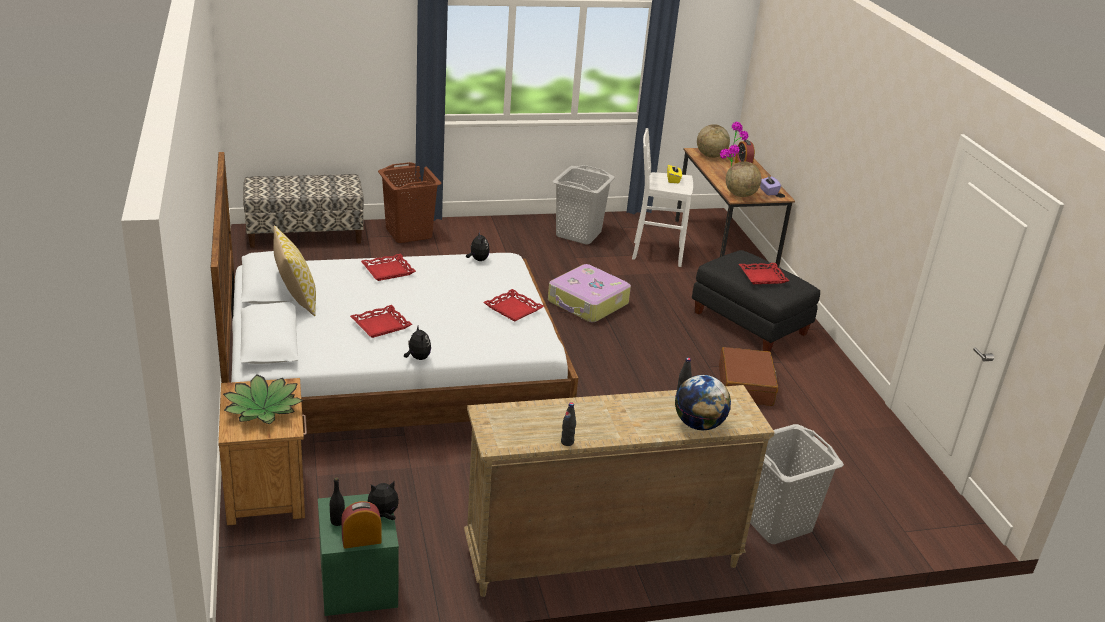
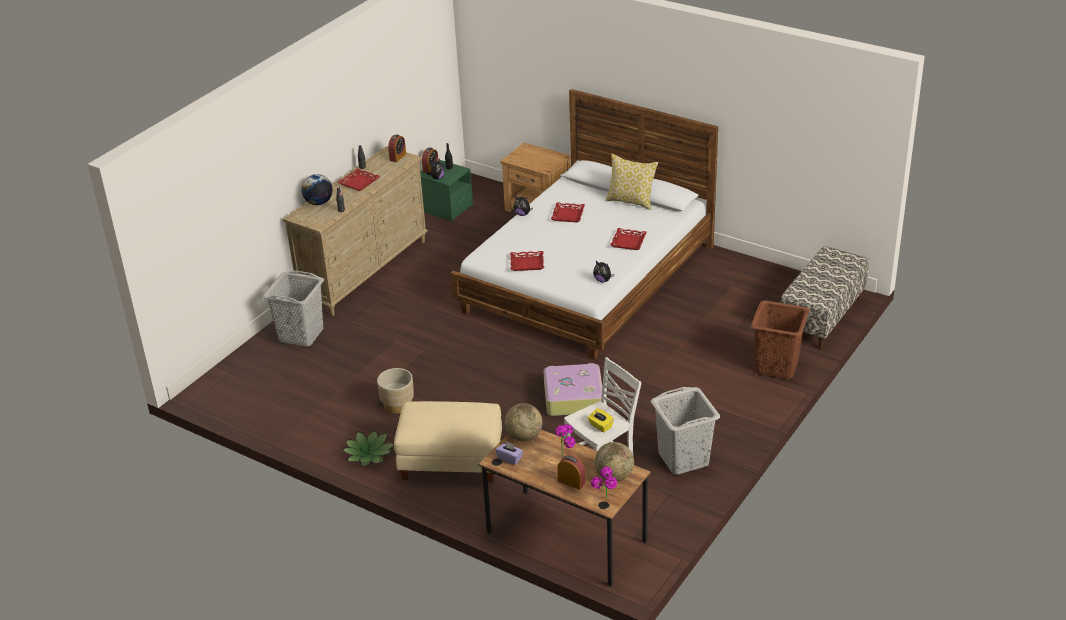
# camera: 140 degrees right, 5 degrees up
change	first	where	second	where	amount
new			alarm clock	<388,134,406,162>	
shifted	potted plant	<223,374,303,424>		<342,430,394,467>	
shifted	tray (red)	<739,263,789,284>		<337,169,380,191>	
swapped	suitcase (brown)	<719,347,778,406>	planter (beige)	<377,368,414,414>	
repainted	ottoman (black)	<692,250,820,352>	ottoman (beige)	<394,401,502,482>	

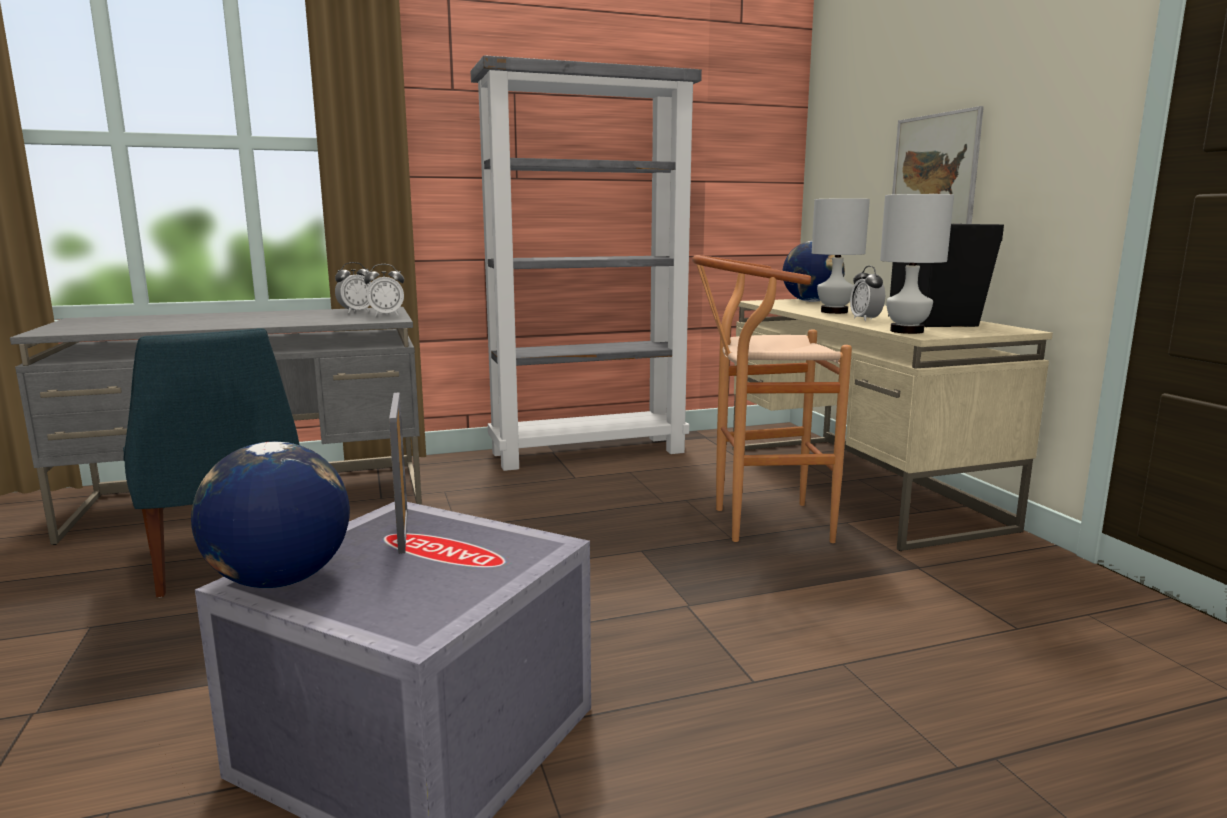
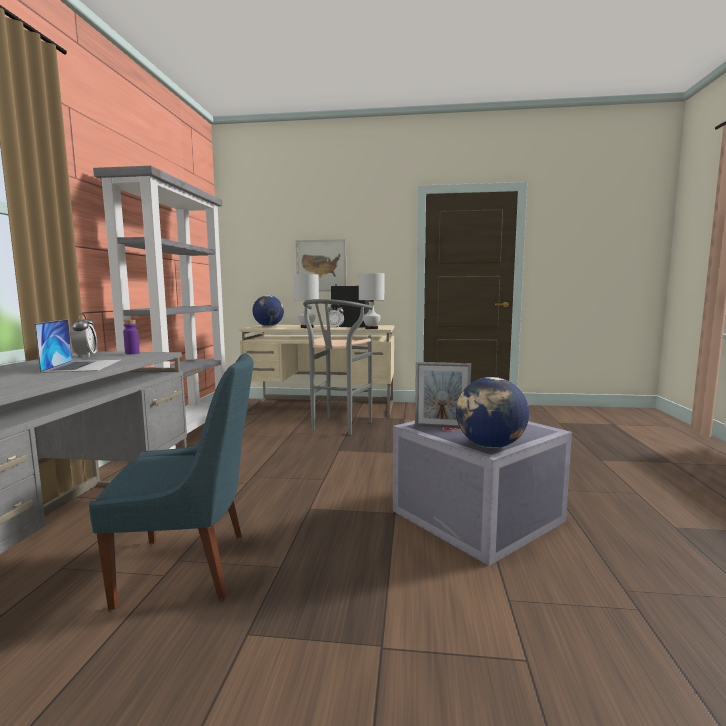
# camera: 65 degrees left, 5 degrees down
change	first	where	second	where	amount
new			laptop	<34,319,120,373>	
swapped	alarm clock	<364,264,404,316>	bottle (purple)	<123,320,140,354>	
repainted	stool (brown)	<692,255,852,543>	stool (grey)	<303,299,373,435>	

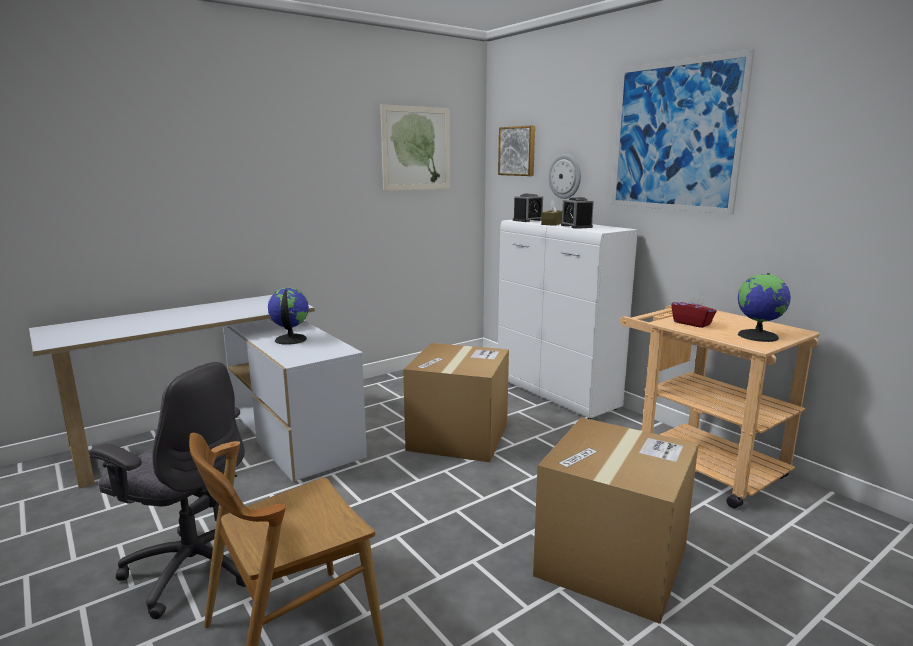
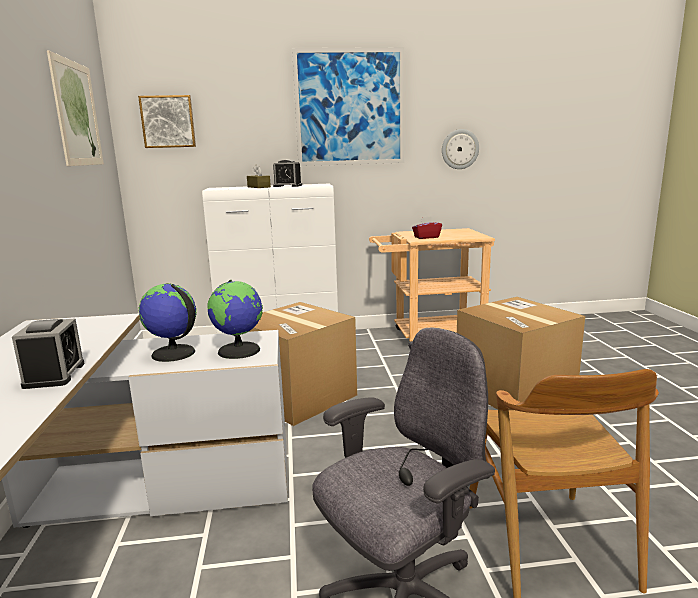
# camera: 60 degrees left, 0 degrees up
change	first	where	second	where	amount
shifted	alarm clock	<513,194,543,222>		<12,318,84,389>	
shifted	wall clock	<548,154,581,199>		<442,129,479,169>	
shifted	globe	<738,273,791,342>		<207,280,263,359>	

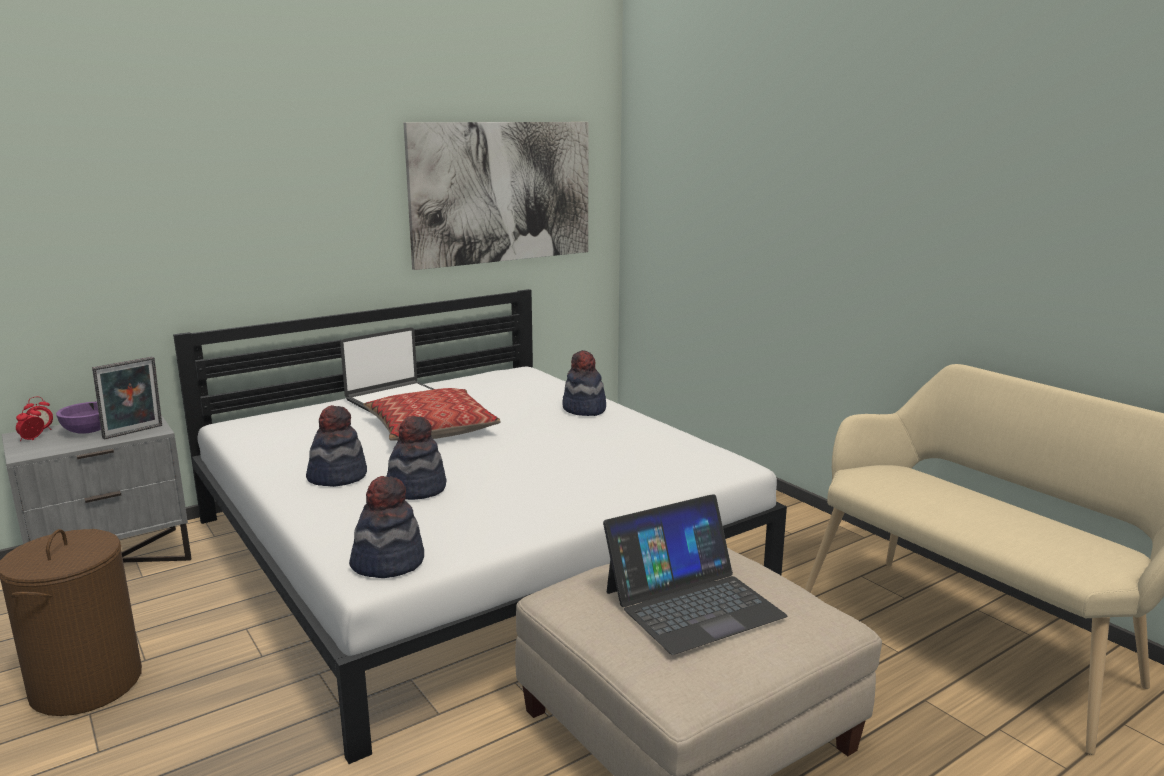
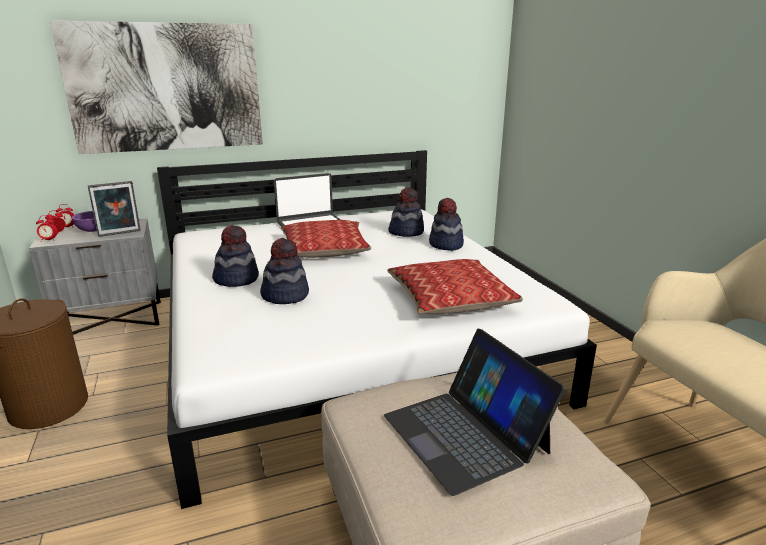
# camera: 15 degrees right, 5 degrees up
change	first	where	second	where	amount
new			alarm clock	<36,215,58,241>	
new			pillow	<387,259,523,314>	
shifted	hat	<349,476,424,578>		<388,188,424,237>	
shifted	picture	<404,122,589,270>		<50,21,263,154>	
rotated	laptop	<603,494,787,655>		<384,329,566,496>	75 degrees clockwise

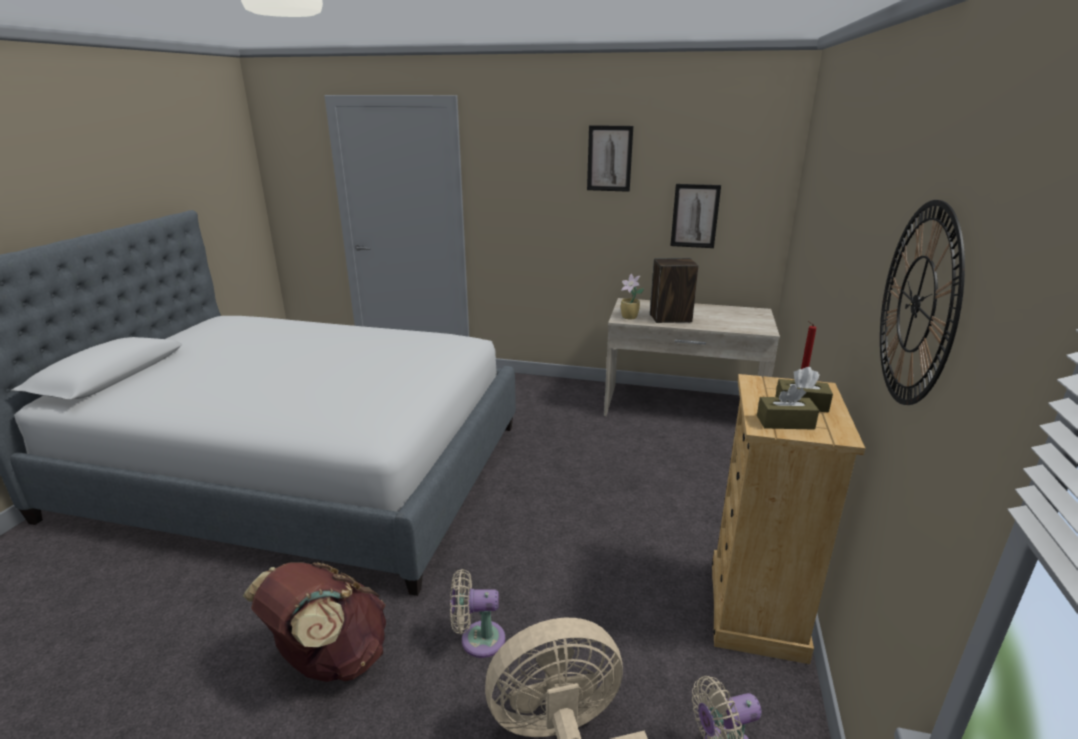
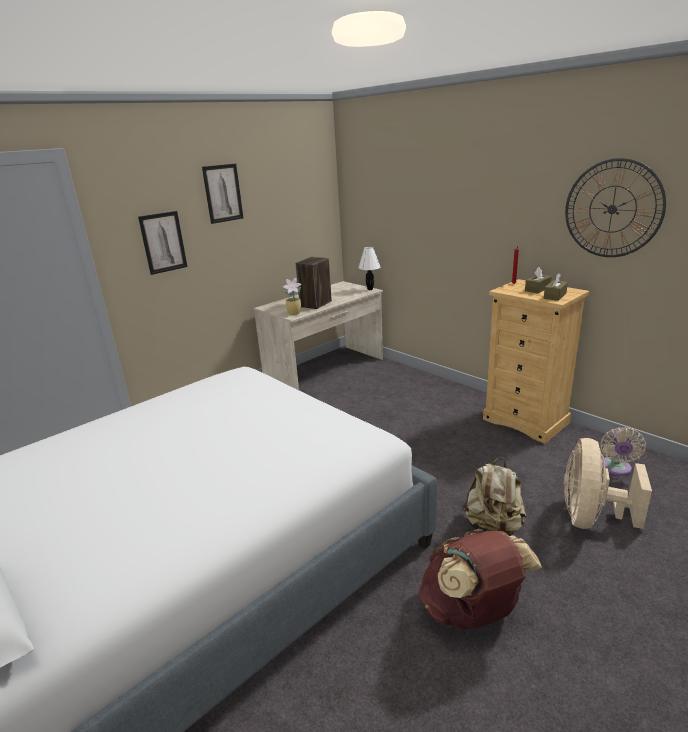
# camera: 55 degrees left, 0 degrees up
change	first	where	second	where	amount
new			table lamp (white)	<358,247,380,290>	
shifted	picture	<670,184,721,248>		<138,211,187,275>	
swapped	fan (beige)	<450,569,505,658>	backpack (beige)	<462,457,527,535>	

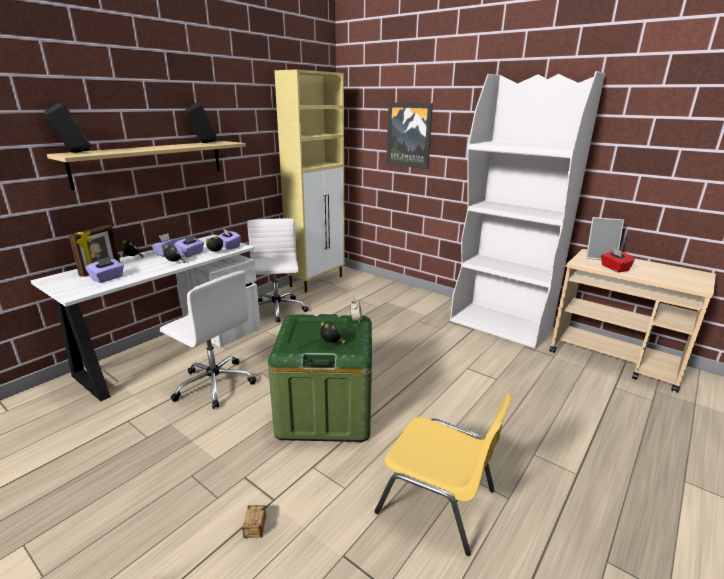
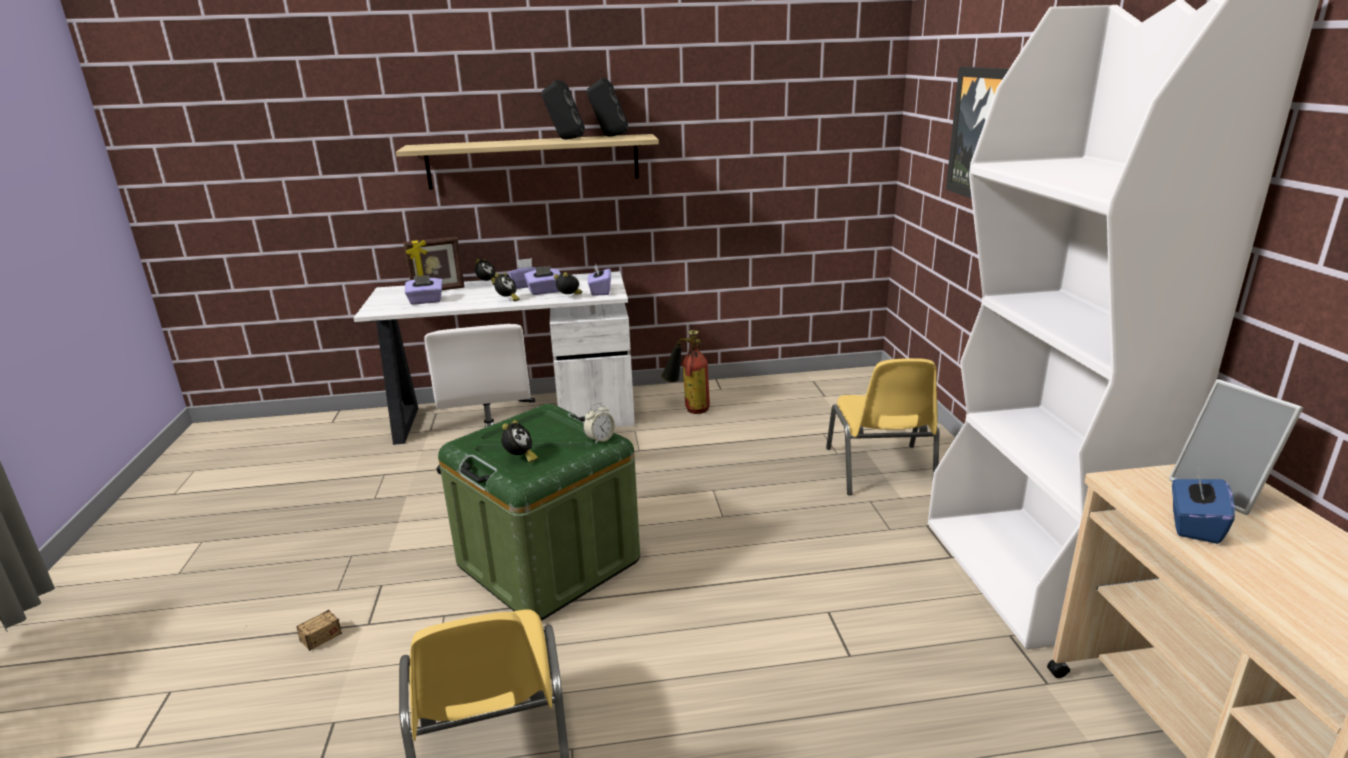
# camera: 45 degrees right, 0 degrees up
change	first	where	second	where	amount
gone	cabinet (beige)	<274,69,345,292>			
new			chair (yellow)	<826,358,939,495>	
shifted	speaker (black)	<45,102,92,153>		<542,80,585,140>	
swapped	office chair (white)	<247,218,309,323>	fire extinguisher	<661,330,710,414>	
repainted	tissue box (red)	<601,247,635,272>	tissue box (blue)	<1172,472,1235,544>	

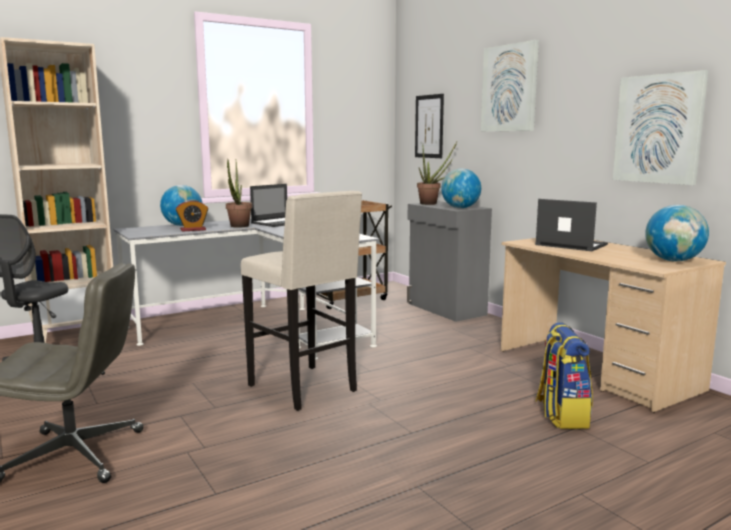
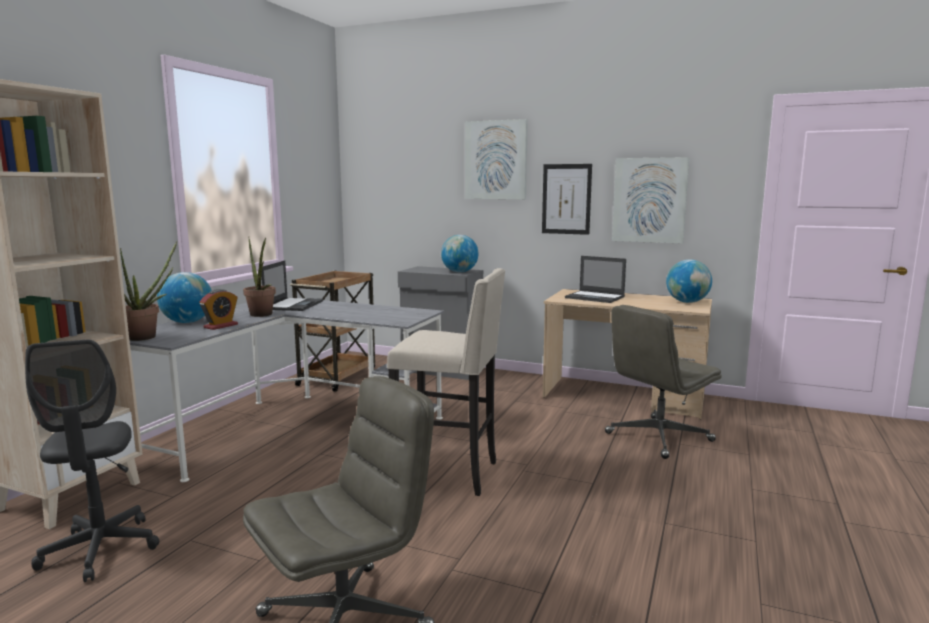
# camera: 35 degrees left, 0 degrees up
change	first	where	second	where	amount
shifted	picture	<415,94,444,158>		<542,164,592,235>	
shifted	potted plant	<417,142,457,205>		<120,241,177,341>	
swapped	backpack	<535,322,593,429>	office chair (grey)	<605,305,722,459>	
rotated	laptop	<535,199,608,251>		<565,256,626,303>	150 degrees counterclockwise

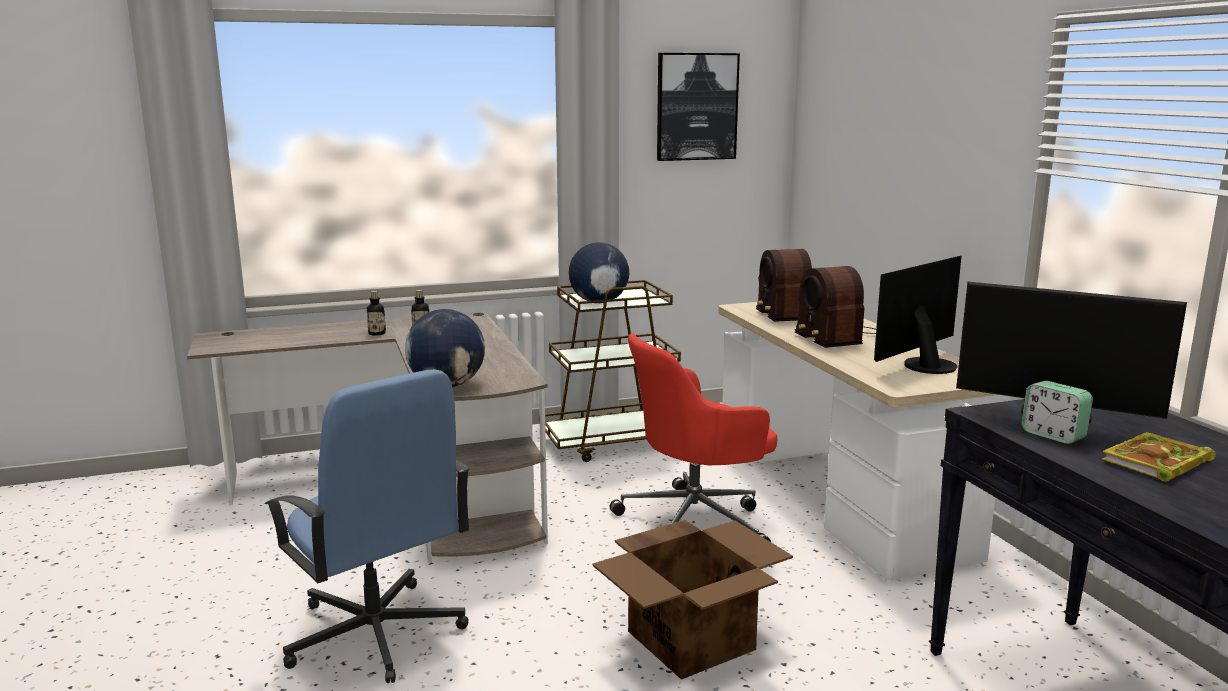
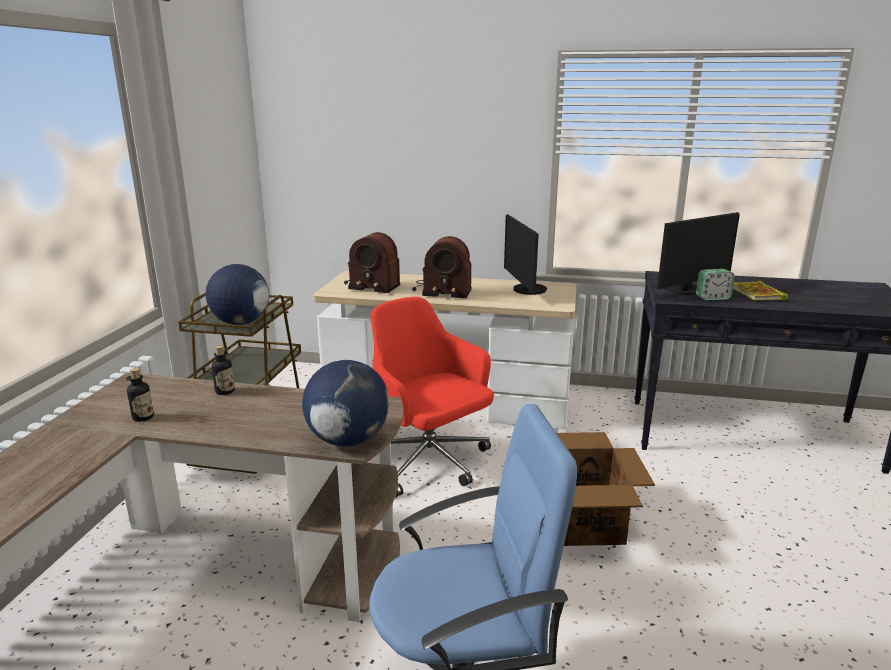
# camera: 60 degrees left, 5 degrees up
change	first	where	second	where	amount
gone	picture	<657,53,740,161>			
shifted	bottle	<367,291,386,336>		<212,345,235,395>	
rotated	office chair (red)	<610,334,778,542>		<371,297,494,498>	135 degrees clockwise

